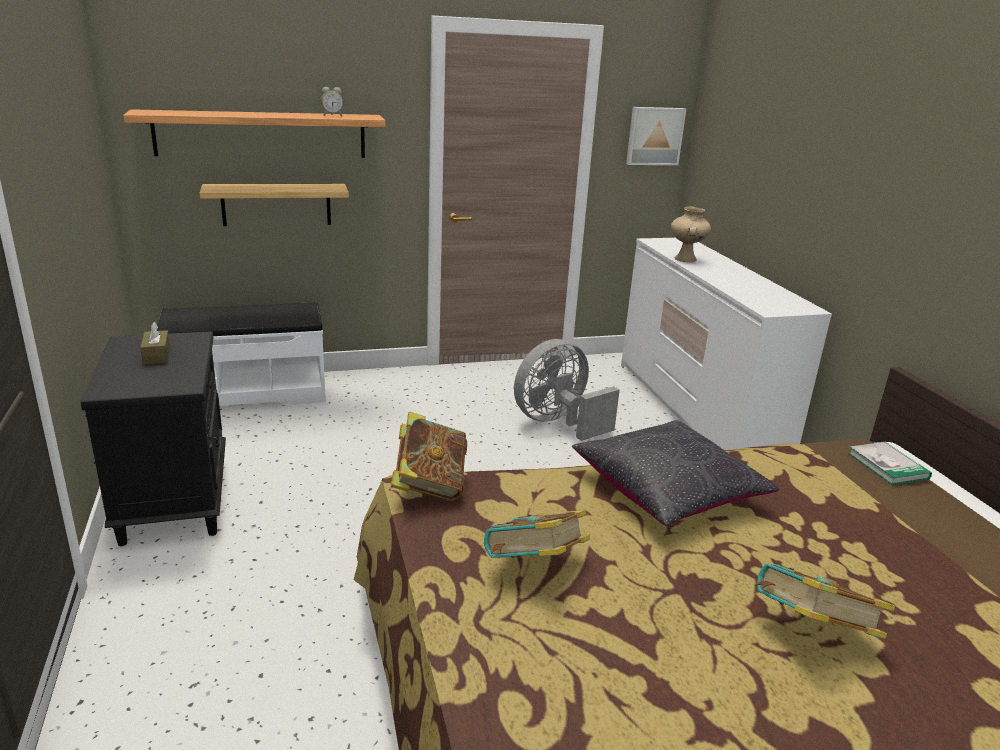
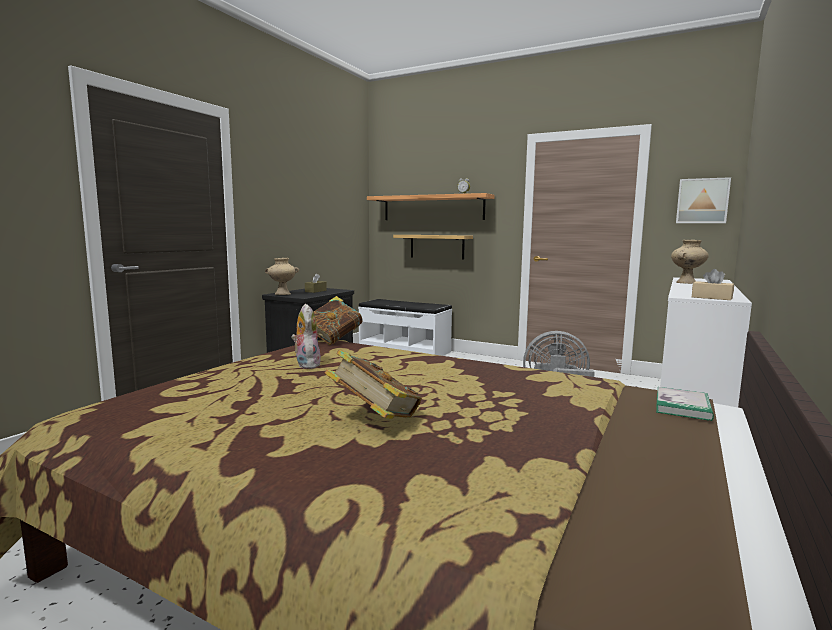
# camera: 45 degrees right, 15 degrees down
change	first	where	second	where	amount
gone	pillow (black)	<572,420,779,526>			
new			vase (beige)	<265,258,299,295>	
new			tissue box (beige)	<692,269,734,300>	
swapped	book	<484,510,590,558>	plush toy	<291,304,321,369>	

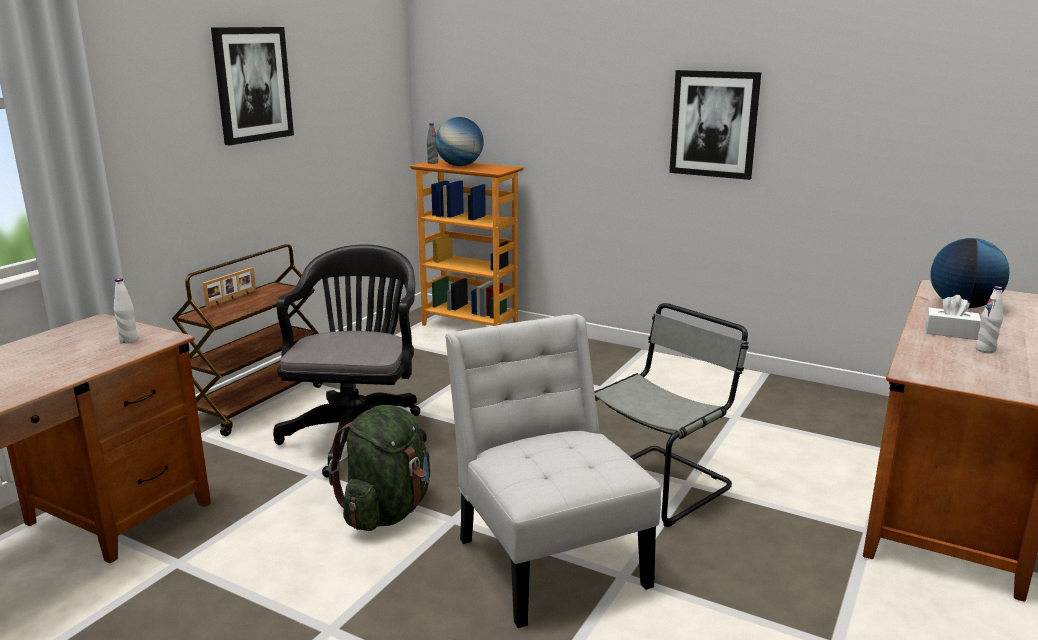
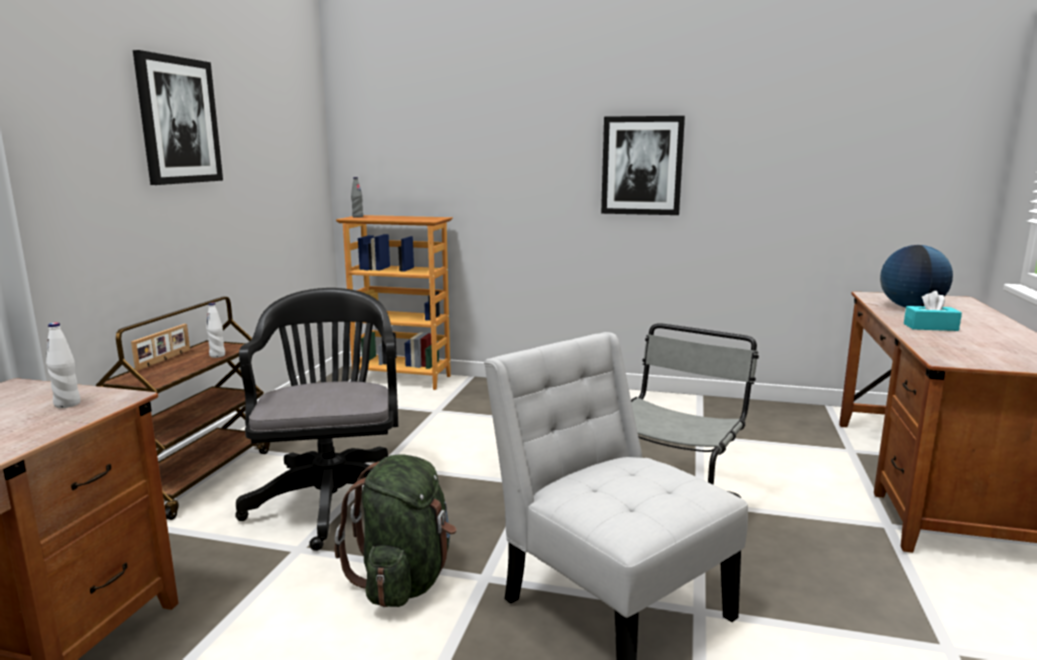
# camera: 15 degrees left, 5 degrees down
change	first	where	second	where	amount
gone	globe	<435,117,484,166>			
shifted	bottle (white)	<975,286,1003,353>		<206,303,225,358>	
repainted	tissue box (white)	<925,295,981,340>	tissue box (turquoise)	<904,291,962,331>	

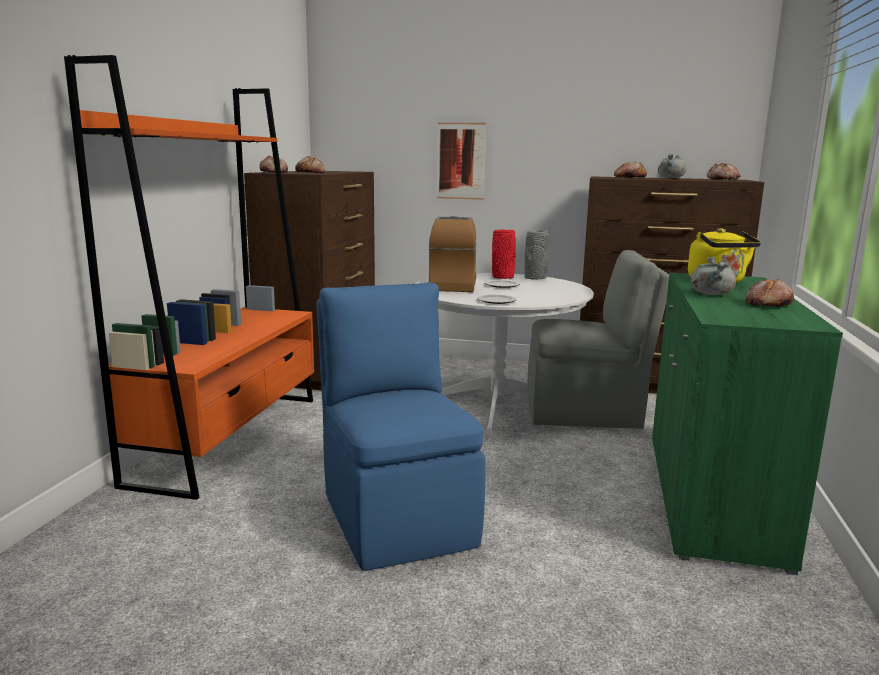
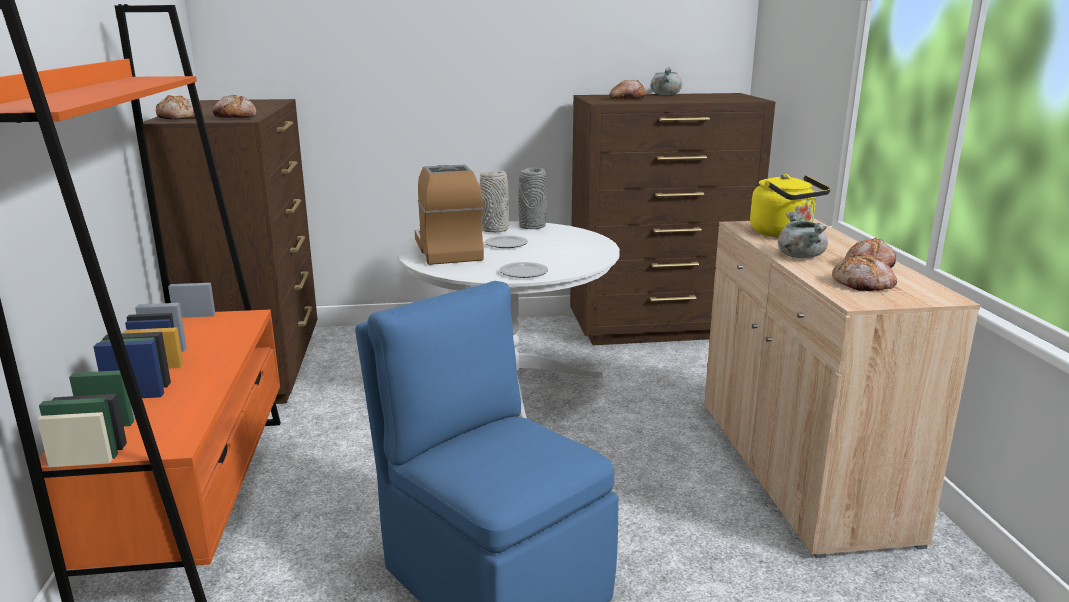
# camera: 20 degrees left, 5 degrees up
change	first	where	second	where	amount
gone	picture	<437,123,486,200>			
gone	chair (grey)	<527,250,669,429>			
shifted	bread	<707,163,740,180>		<832,253,897,291>	
repainted	vase (red)	<492,229,516,279>	vase (grey)	<480,171,509,232>	
repainted	cabinet (green)	<652,273,843,575>	cabinet (beige)	<704,219,980,558>	

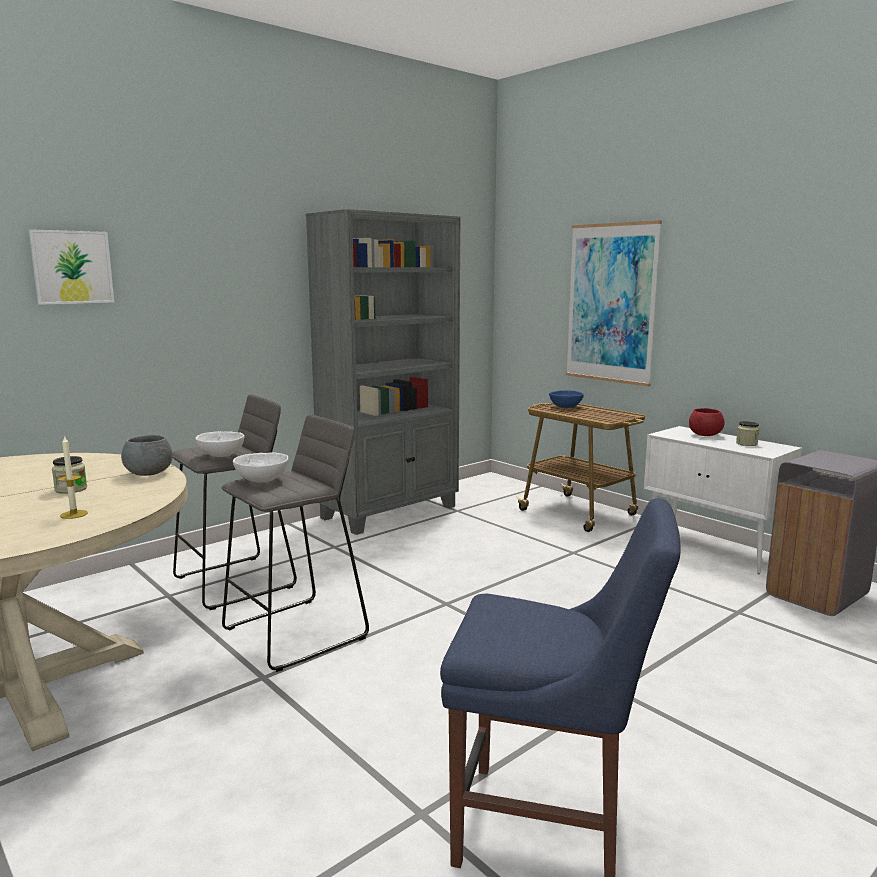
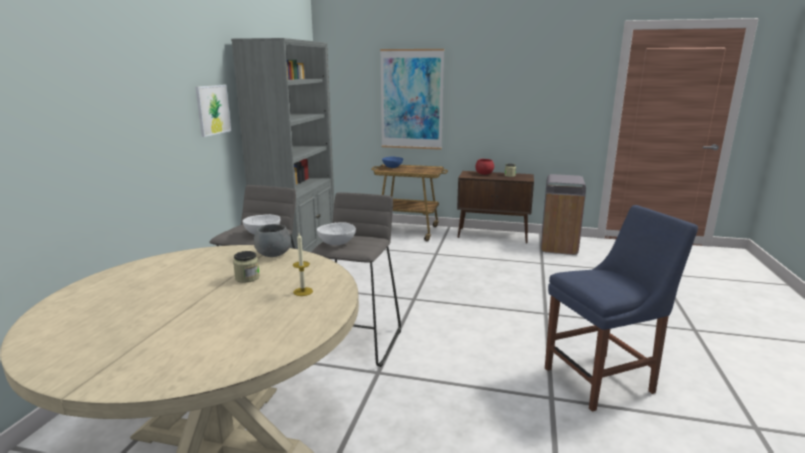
# camera: 35 degrees left, 5 degrees up
change	first	where	second	where	amount
shifted	picture	<29,229,114,305>		<195,85,231,137>	
repainted	cabinet (white)	<644,426,802,574>	cabinet (brown)	<457,171,534,244>	

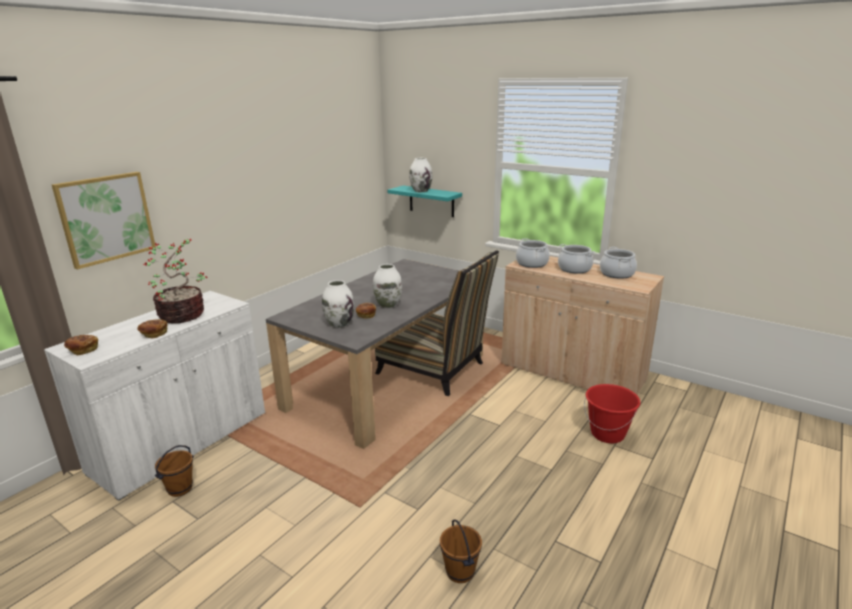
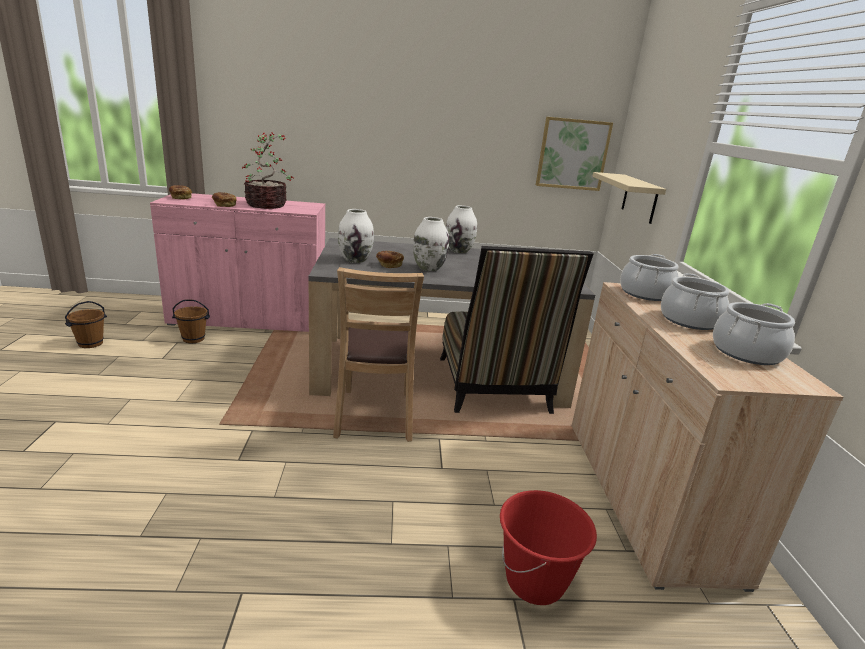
# camera: 50 degrees right, 0 degrees up
change	first	where	second	where	amount
new			chair (brown)	<333,267,424,442>	
shifted	picture	<52,172,156,269>		<536,117,613,191>	
shifted	vase (white)	<410,158,432,192>		<446,205,477,253>	
shifted	bucket (brown)	<440,519,482,583>		<65,301,107,348>	
repainted	cabinet (white)	<44,291,265,501>	cabinet (pink)	<150,193,325,332>	
repainted	shelf (turquoise)	<388,186,462,217>	shelf (beige)	<592,172,666,224>	

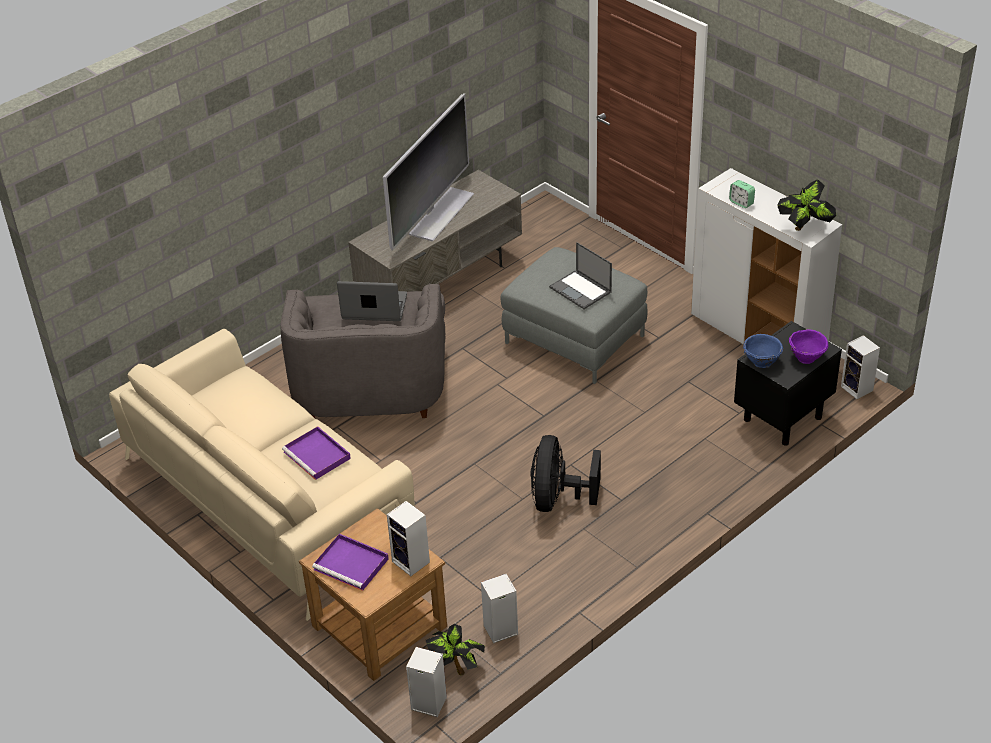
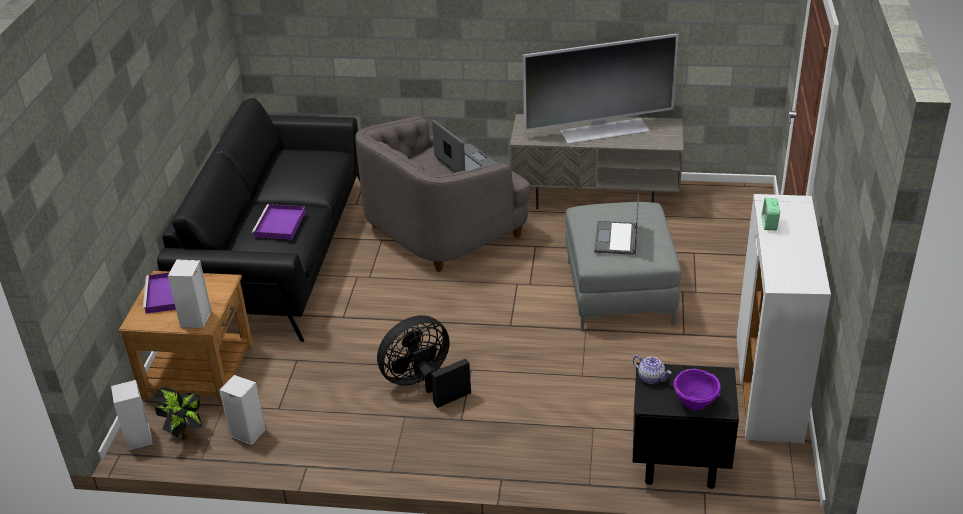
# camera: 50 degrees right, 5 degrees down
change	first	where	second	where	amount
gone	potted plant	<777,179,836,231>			
gone	speaker	<841,335,880,399>			
swapped	bowl (blue)	<743,334,783,368>	teapot	<633,355,671,384>	
repainted	sofa (beige)	<109,329,415,621>	sofa (black)	<157,98,360,342>	

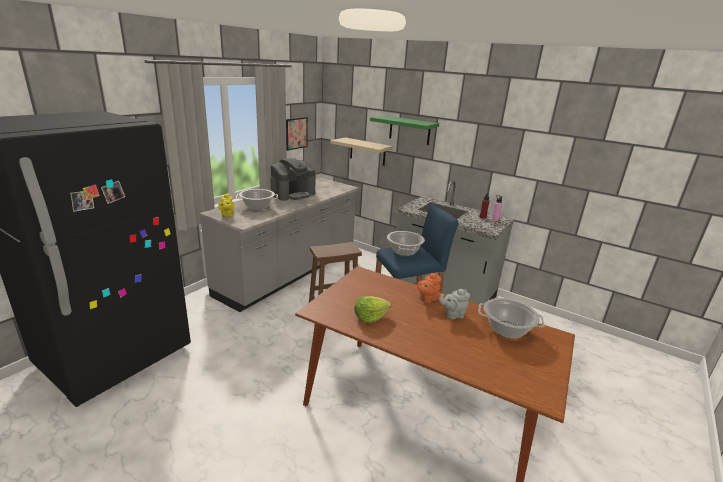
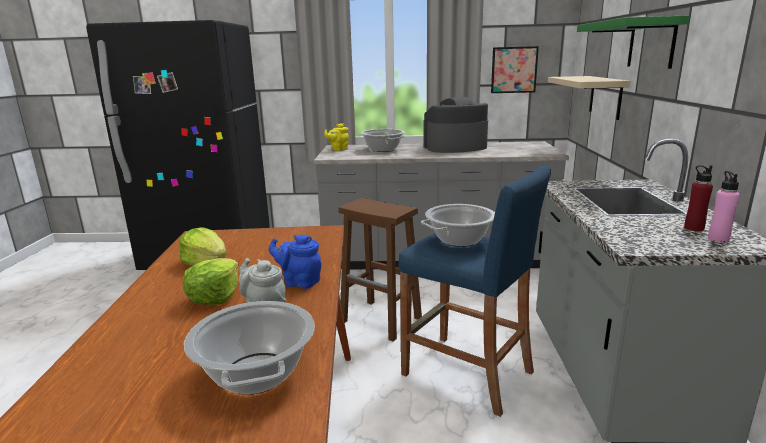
# camera: 60 degrees right, 5 degrees down
change	first	where	second	where	amount
new			lettuce	<183,258,239,305>	
repainted	teapot (orange)	<417,273,441,303>	teapot (blue)	<269,234,321,289>	
rotated	coffee machine	<270,158,315,201>		<423,97,488,153>	150 degrees clockwise

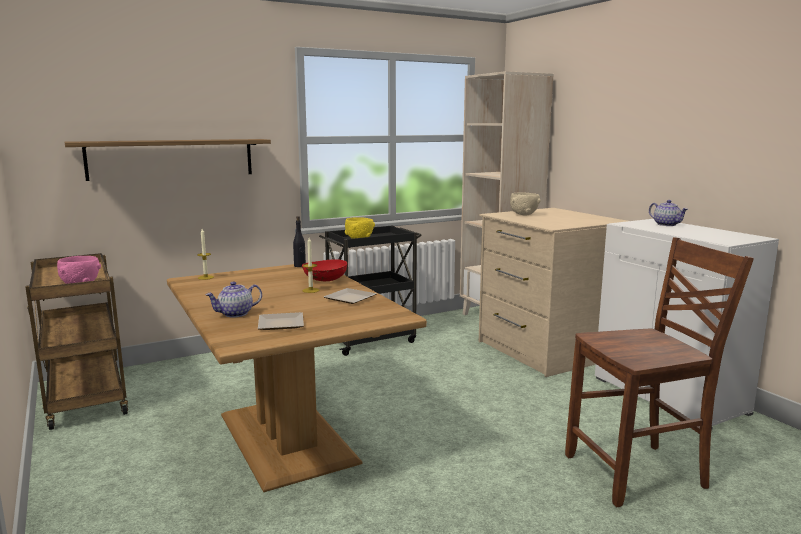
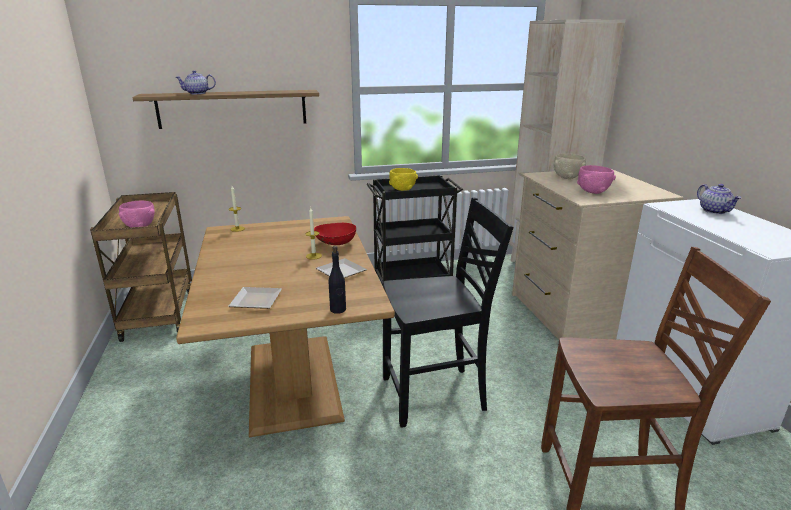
# camera: 15 degrees right, 10 degrees up
change	first	where	second	where	amount
new			chair (black)	<383,198,513,428>	
new			bowl (pink)	<577,165,616,194>	
shifted	teapot	<205,281,262,317>		<175,70,216,94>	
shifted	bottle (black)	<293,216,306,267>		<329,246,346,314>	

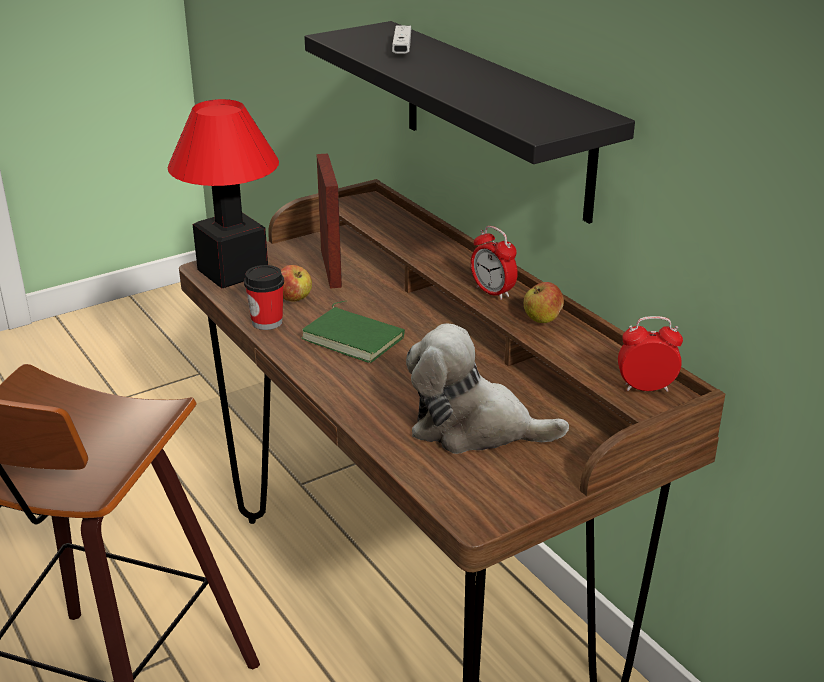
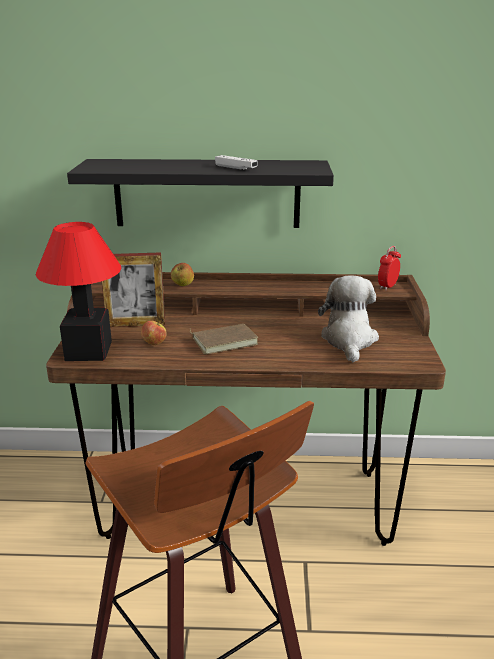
# camera: 55 degrees left, 5 degrees down
change	first	where	second	where	amount
gone	cup	<244,265,284,330>			
gone	alarm clock	<471,226,518,300>			
shifted	game controller (white)	<392,25,411,54>		<215,155,258,170>	
shifted	apple	<523,282,564,323>		<171,263,194,286>	
repainted	book (green)	<301,301,405,363>	book (brown)	<190,324,259,354>	
rotated	picture frame	<316,153,342,288>		<102,252,165,327>	150 degrees clockwise
rotated	plush toy	<406,323,569,454>		<318,276,379,362>	135 degrees clockwise

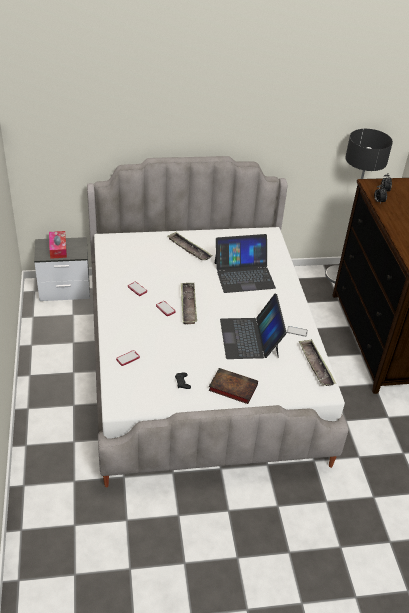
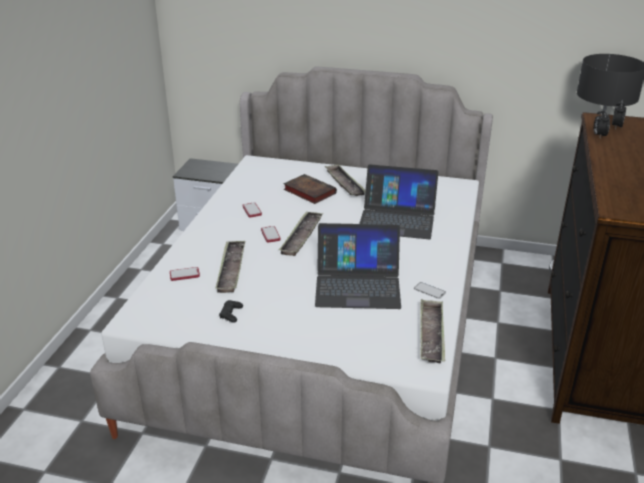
# camera: 25 degrees right, 10 degrees down
change	first	where	second	where	amount
gone	tissue box	<49,231,67,259>			
new			tray	<215,241,245,293>	
shifted	book	<208,368,258,404>		<283,174,337,204>	
rotated	laptop	<220,294,287,359>		<315,223,401,309>	105 degrees counterclockwise

